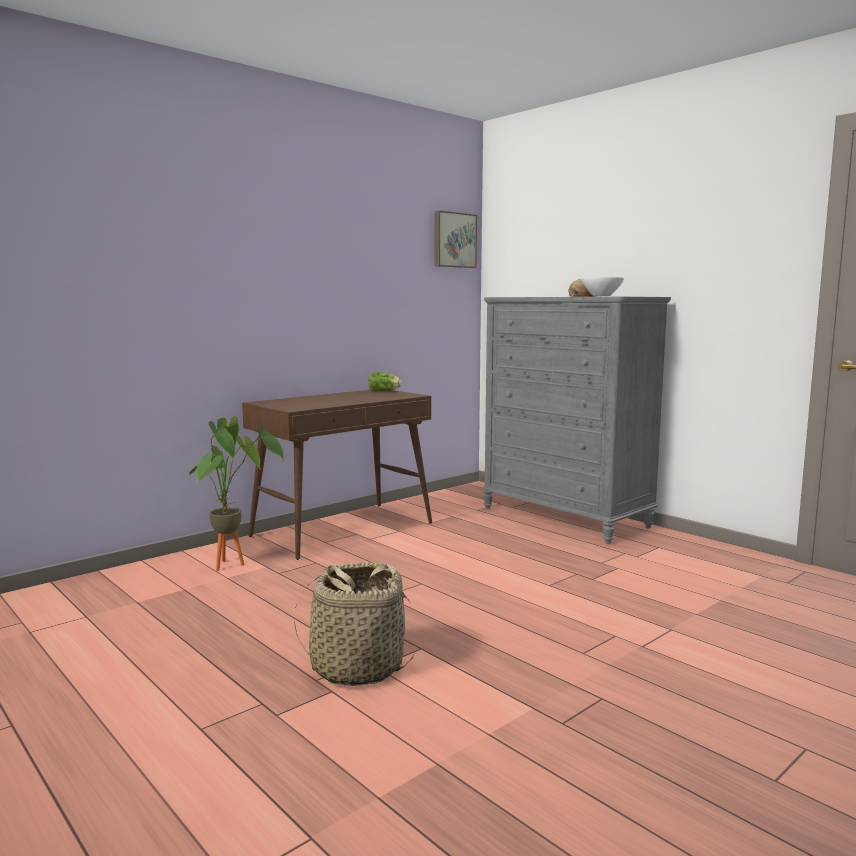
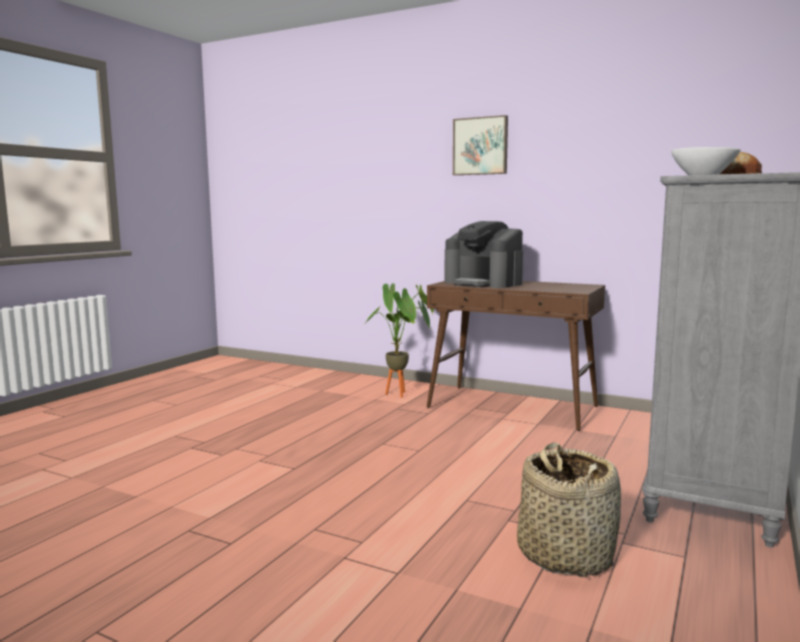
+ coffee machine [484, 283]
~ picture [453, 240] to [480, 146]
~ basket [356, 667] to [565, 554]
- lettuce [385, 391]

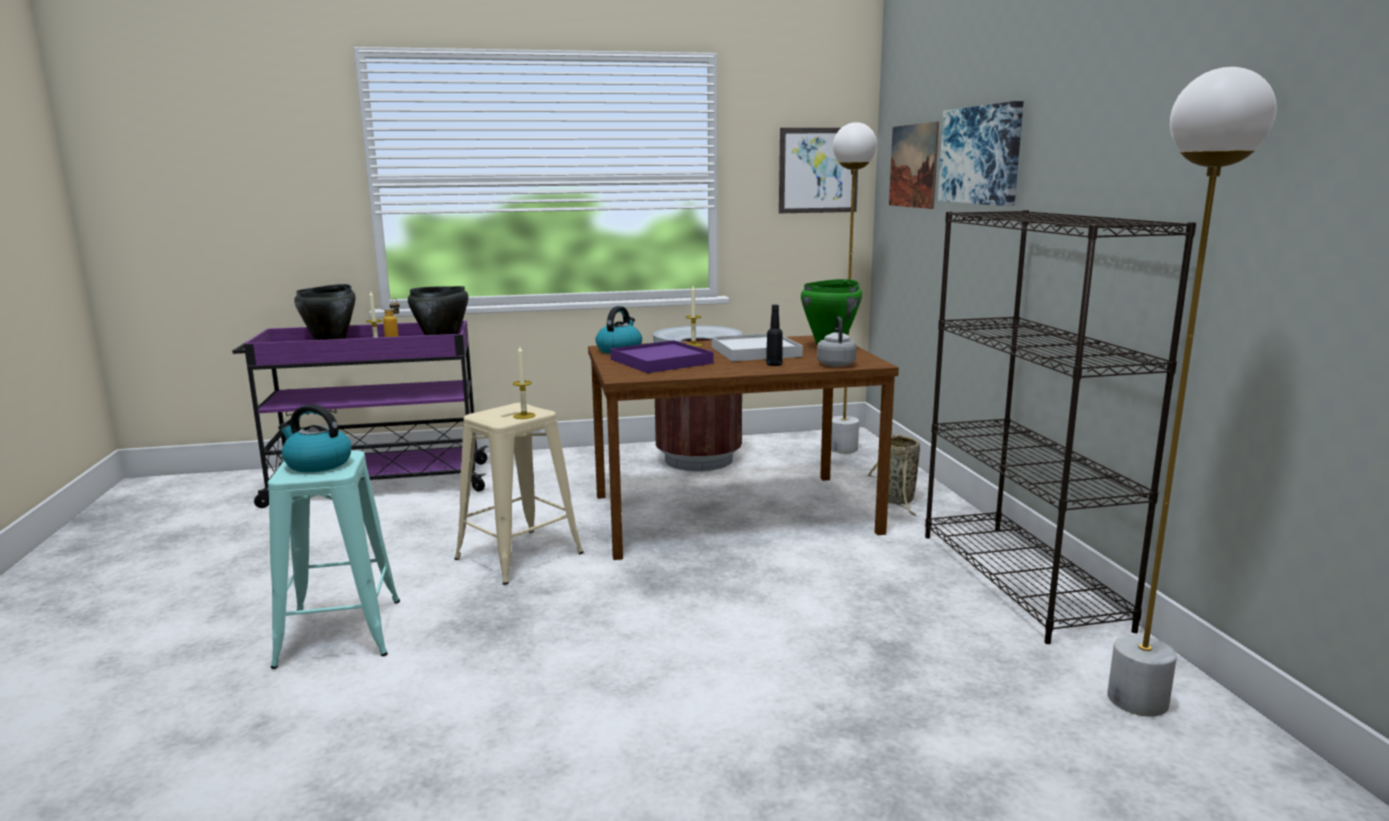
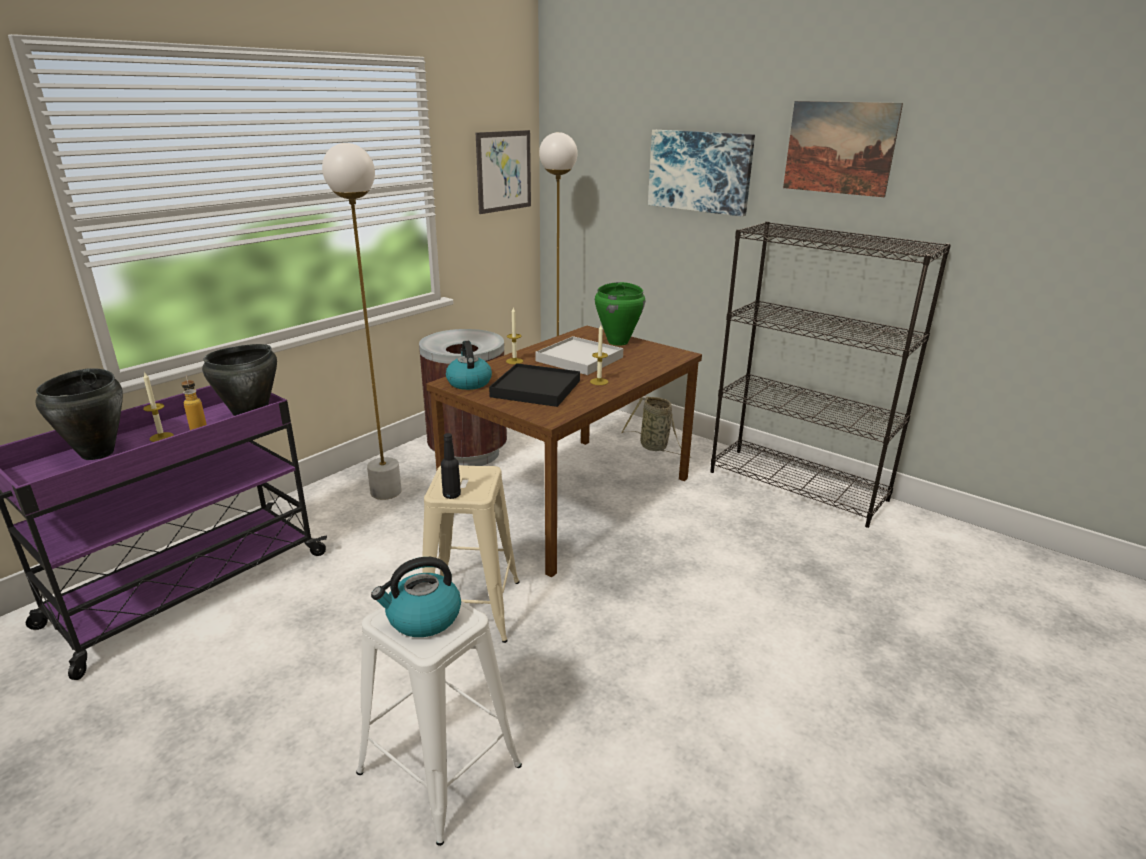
~ floor lamp/white [1137, 700] to [386, 492]
~ stool/turquoise [340, 632] to stool/white [439, 769]
~ bottle/black [774, 364] to [451, 495]
~ tray/purple [661, 361] to tray/black [536, 389]
~ candle [524, 416] to [599, 381]
~ picture [913, 166] to [839, 148]
- kettle/grey [836, 364]

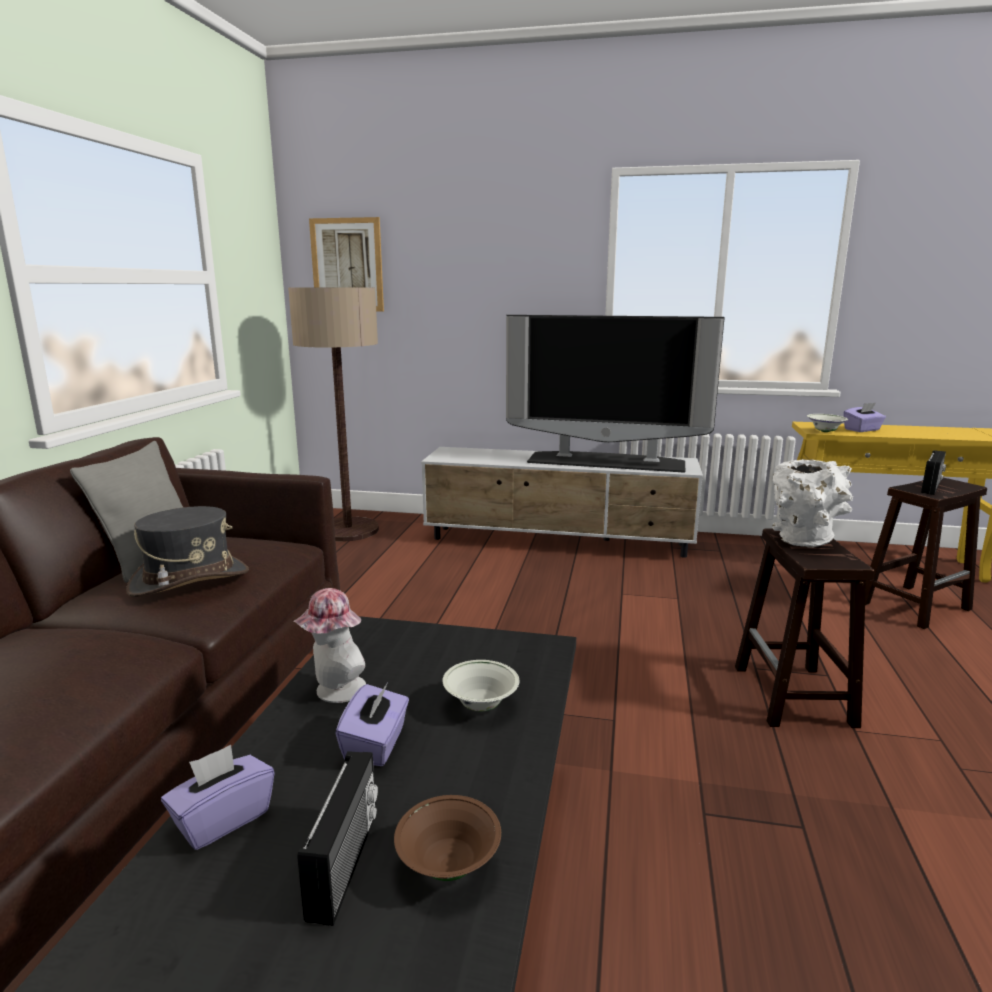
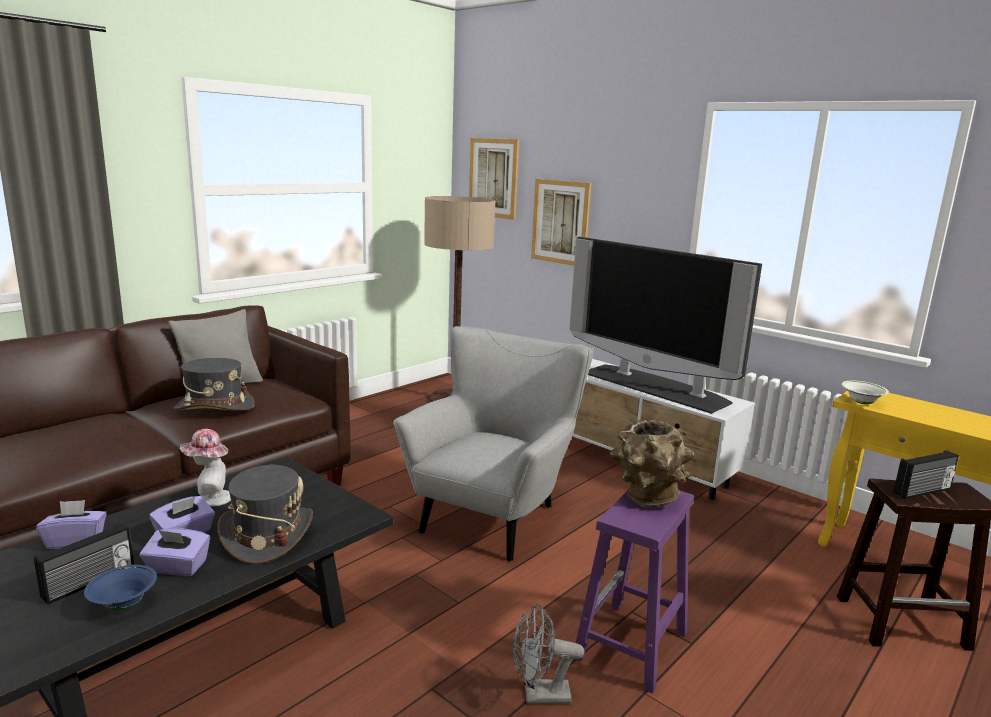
~ bowl/brown [449, 866] to bowl/blue [124, 604]
~ tissue box/purple [862, 430] to [177, 567]
~ bowl/white [480, 705] to hat/grey [267, 535]
+ armchair/grey [495, 515]
+ fan/grey [539, 695]
+ picture [560, 222]
~ stool/brown [794, 696] to stool/purple [631, 646]
~ vase/white [804, 542] to vase/brown [647, 500]

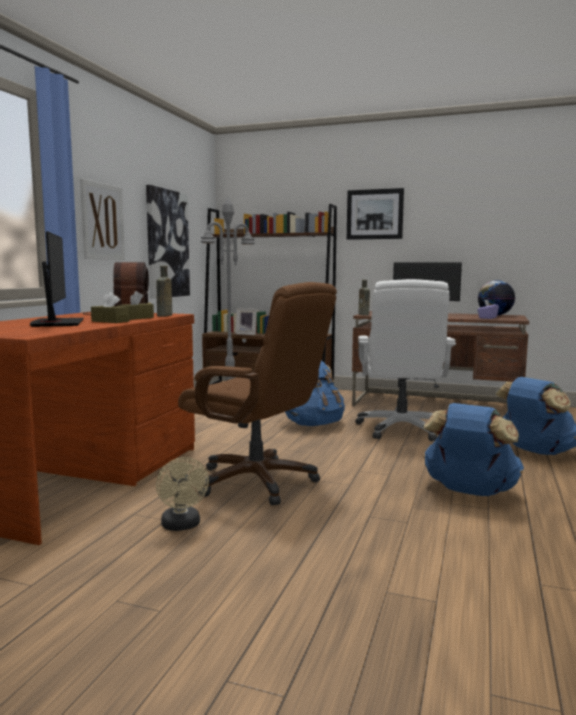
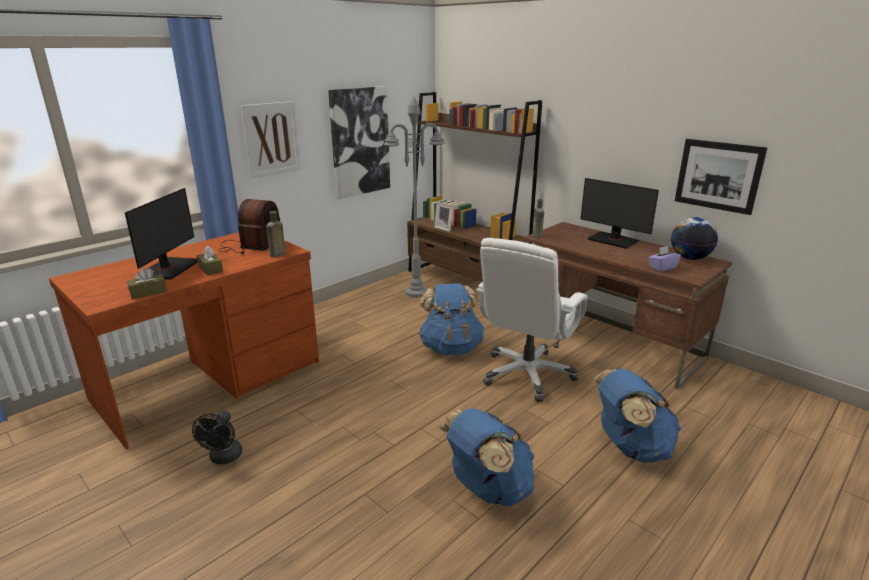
~ tissue box/brown [136, 318] to [148, 292]
~ fan/beige [182, 526] to fan/black [224, 458]
~ picture [374, 214] to [718, 175]
- office chair/brown [257, 481]

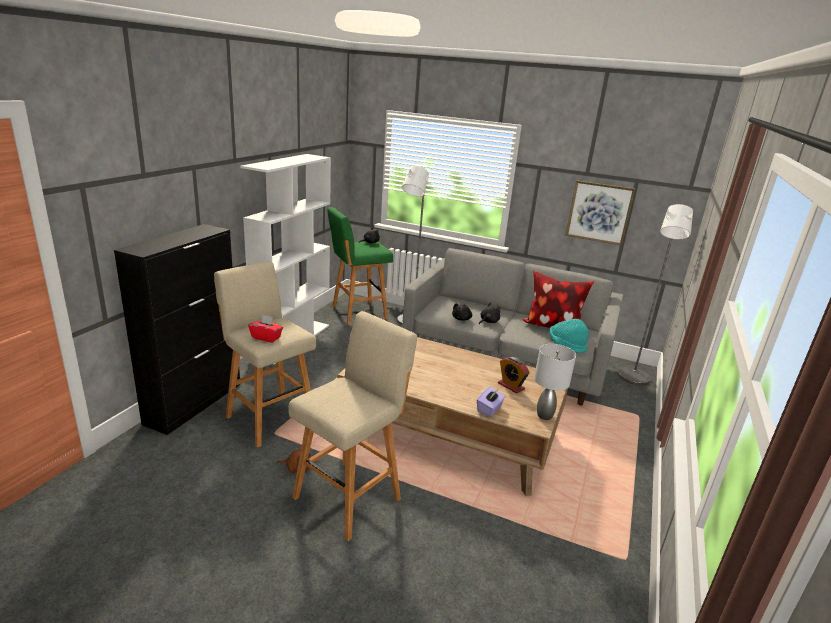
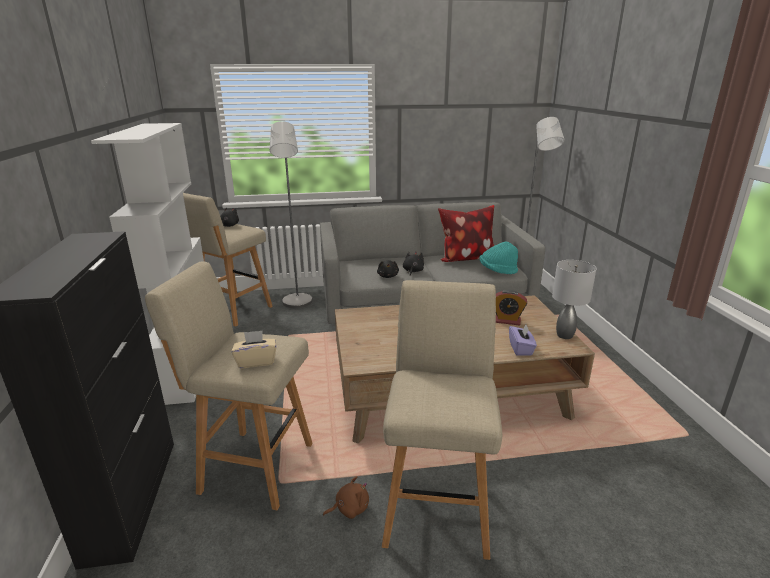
~ stool/green [357, 312] to stool/beige [233, 311]
~ tissue box/red [266, 337] to tissue box/beige [256, 361]
- picture [599, 212]

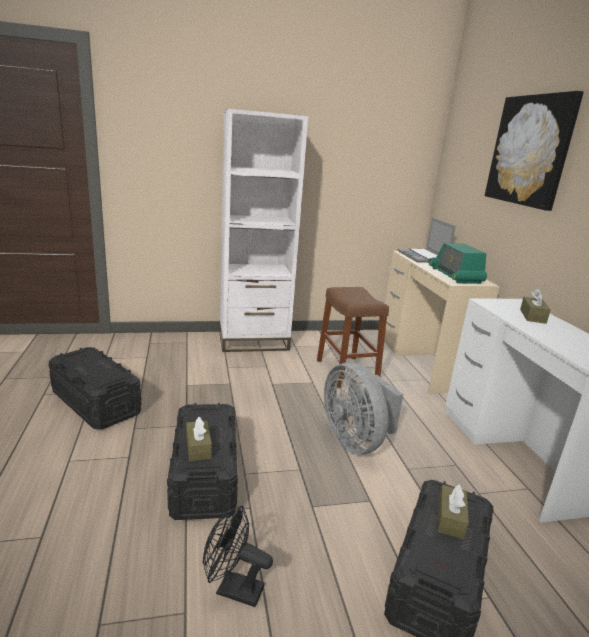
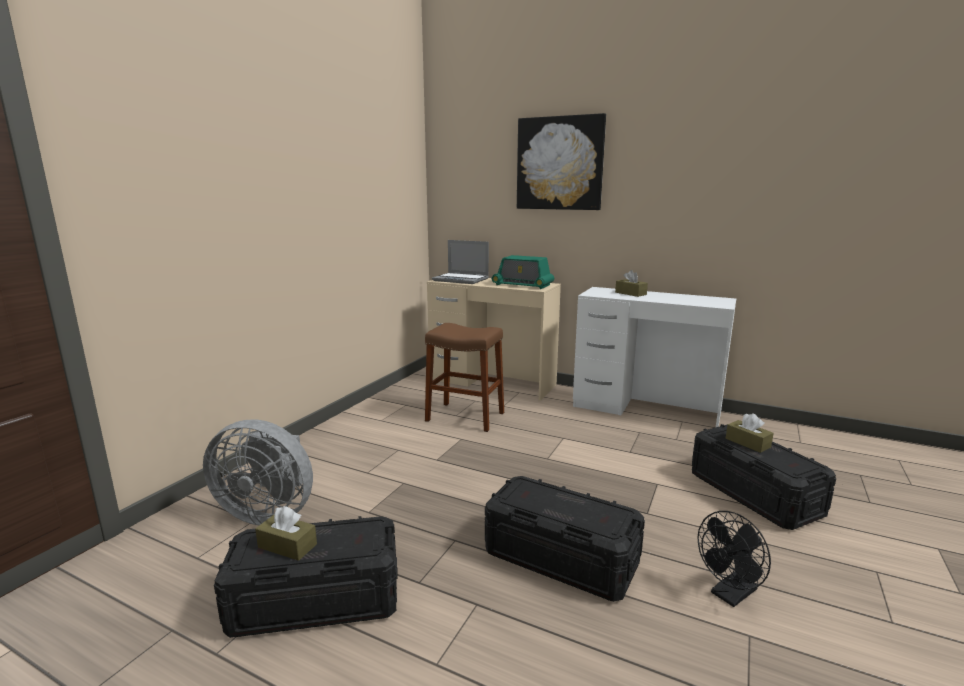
~ fan/grey [356, 441] to [269, 512]
~ tissue box/brown [198, 447] to [287, 546]
- bookcase/white [253, 341]

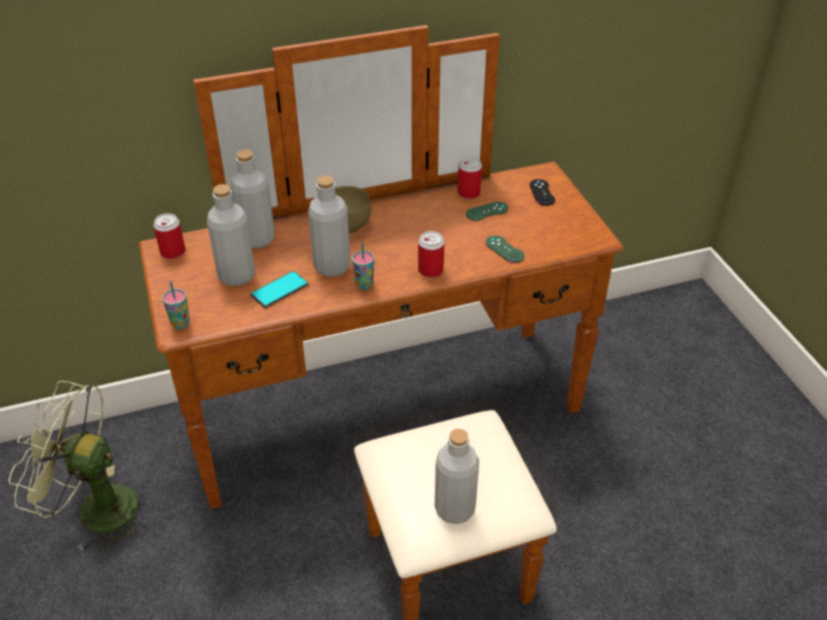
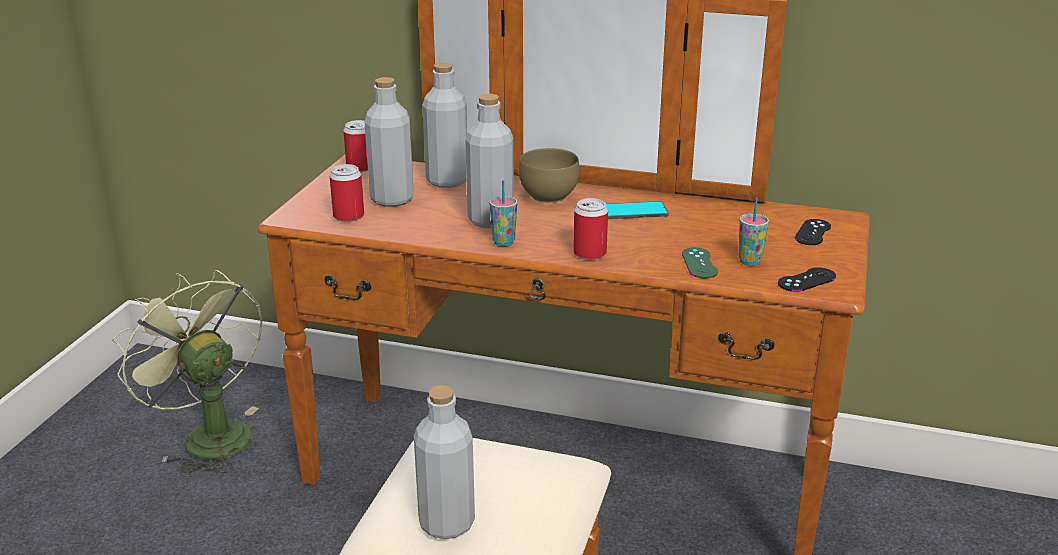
~ can [468, 193] to [348, 216]
~ phone [279, 290] to [634, 211]
~ cup [180, 324] to [749, 261]
+ game controller/black [806, 280]
- game controller/green [487, 211]

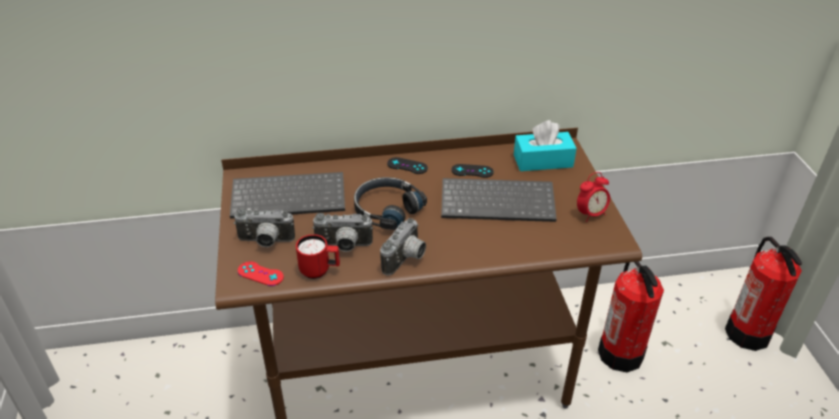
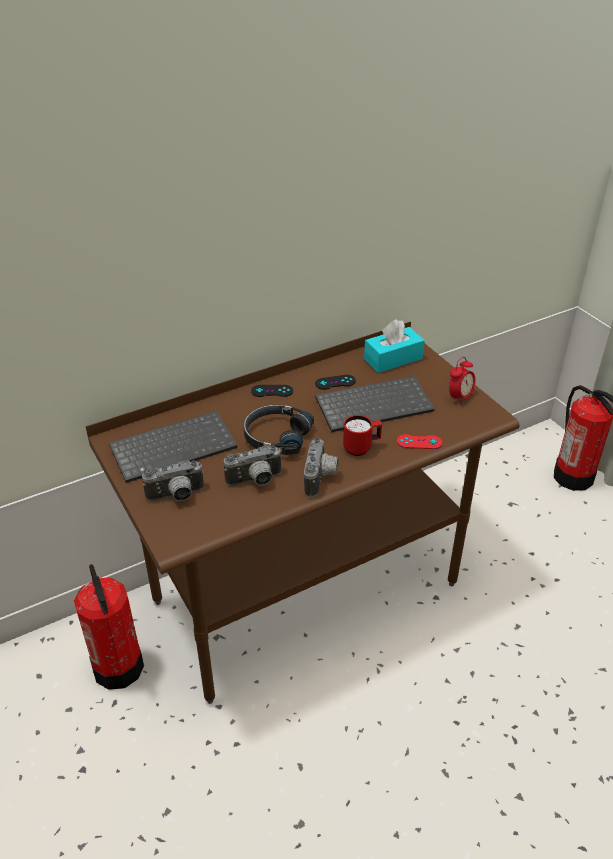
~ fire extinguisher [620, 353] to [118, 666]
~ mug/red [319, 271] to [361, 448]
~ game controller/red [260, 274] to [419, 442]

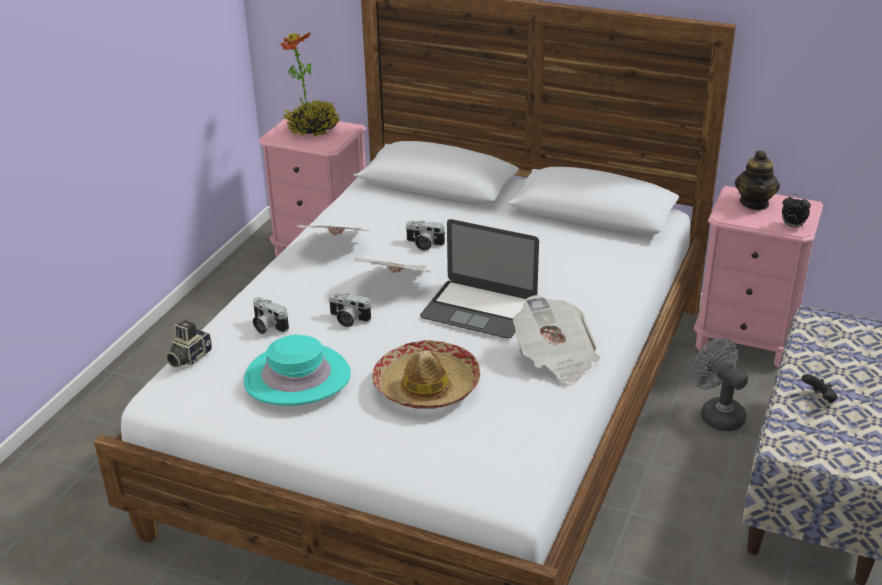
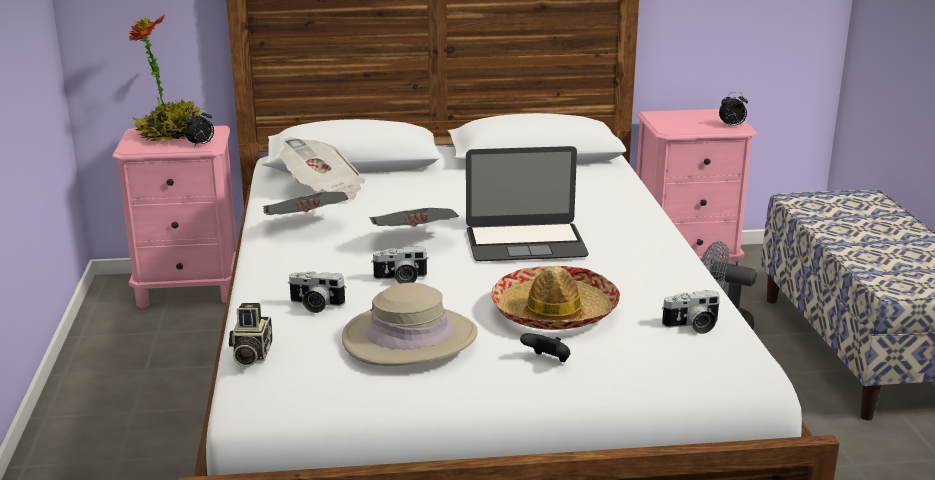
+ alarm clock [201, 145]
~ newspaper [555, 359] to [324, 190]
~ hat/turquoise [297, 377] to hat/beige [410, 338]
~ game controller/black [819, 398] to [547, 361]
~ photo camera [424, 244] to [692, 326]
- teapot [754, 203]

